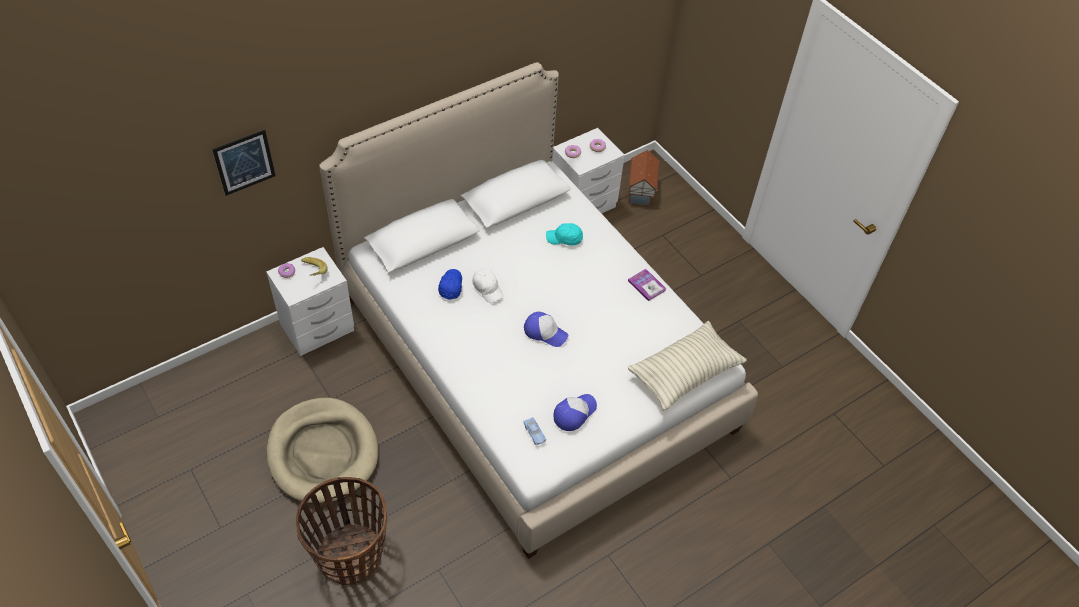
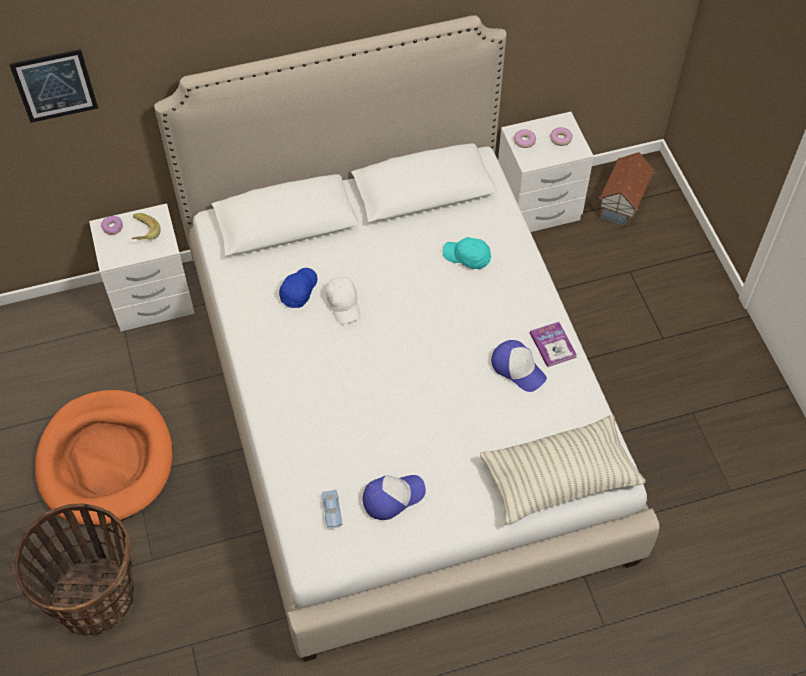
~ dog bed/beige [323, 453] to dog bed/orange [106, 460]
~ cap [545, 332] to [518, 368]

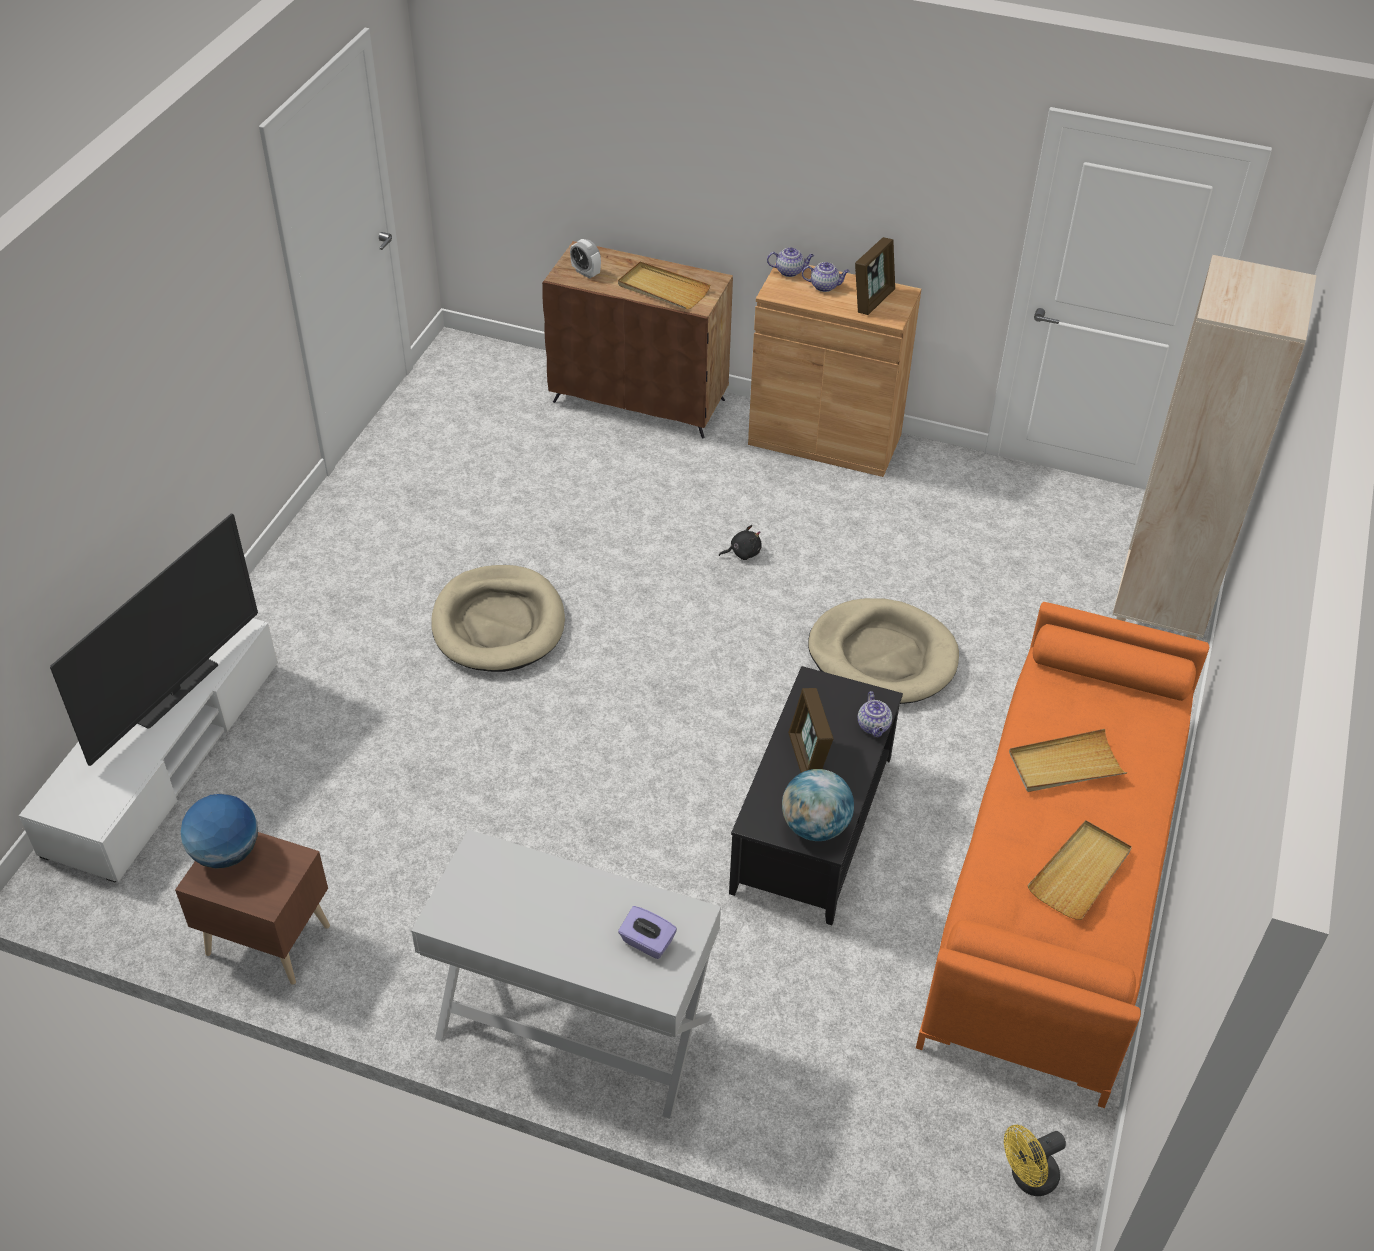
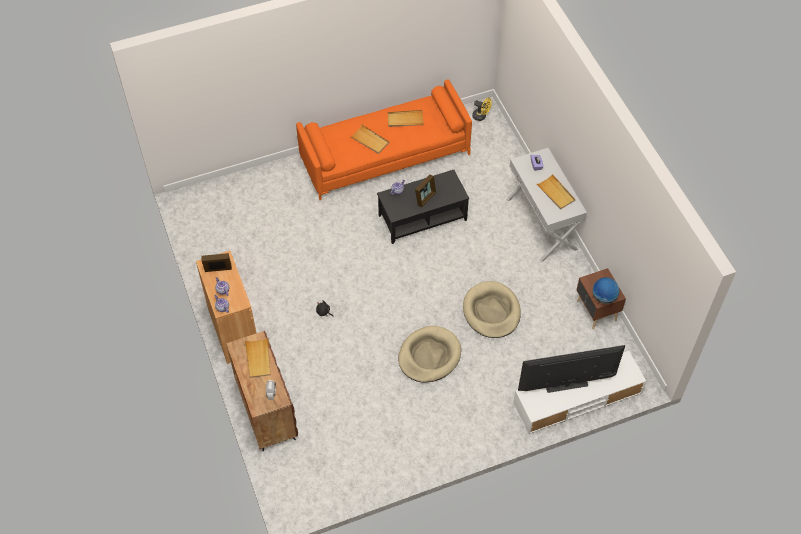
~ dog bed/beige [882, 656] to [491, 311]
+ tray/beige [555, 193]
- globe [815, 826]
- bookcase/beige [1158, 615]

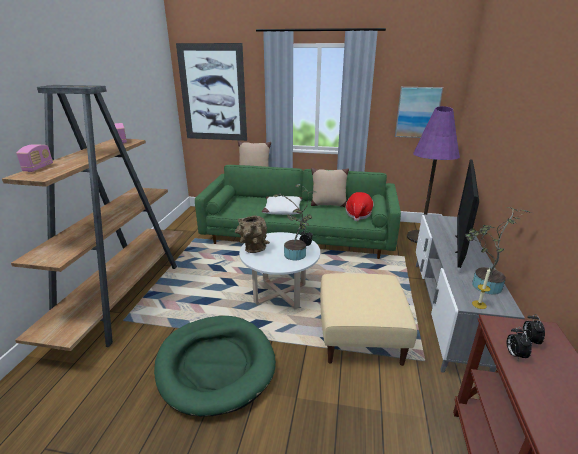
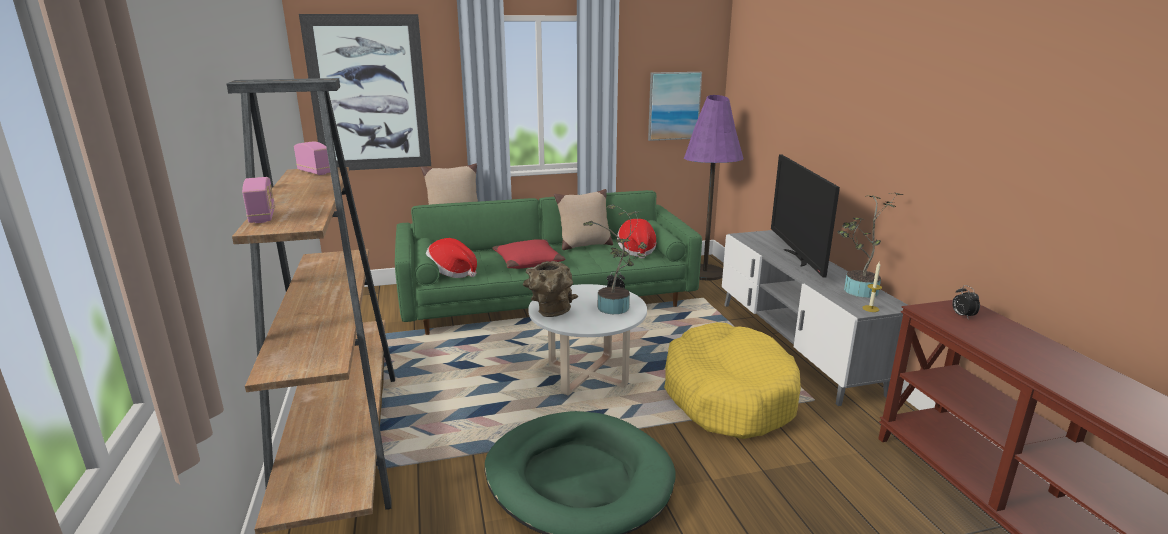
+ hat [452, 273]
~ pillow/white [282, 210] to pillow/red [528, 262]
~ ottoman/beige [361, 336] to dog bed/yellow [728, 395]
- alarm clock [514, 354]

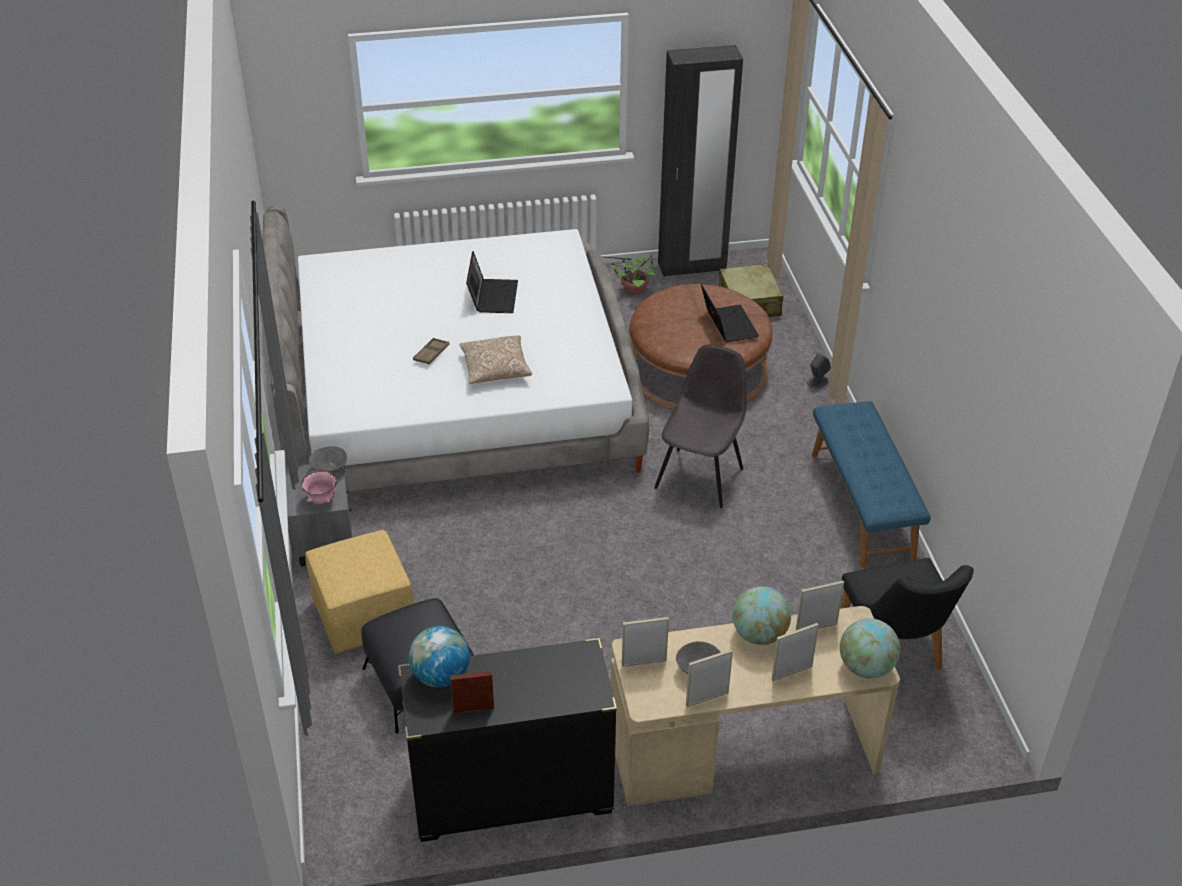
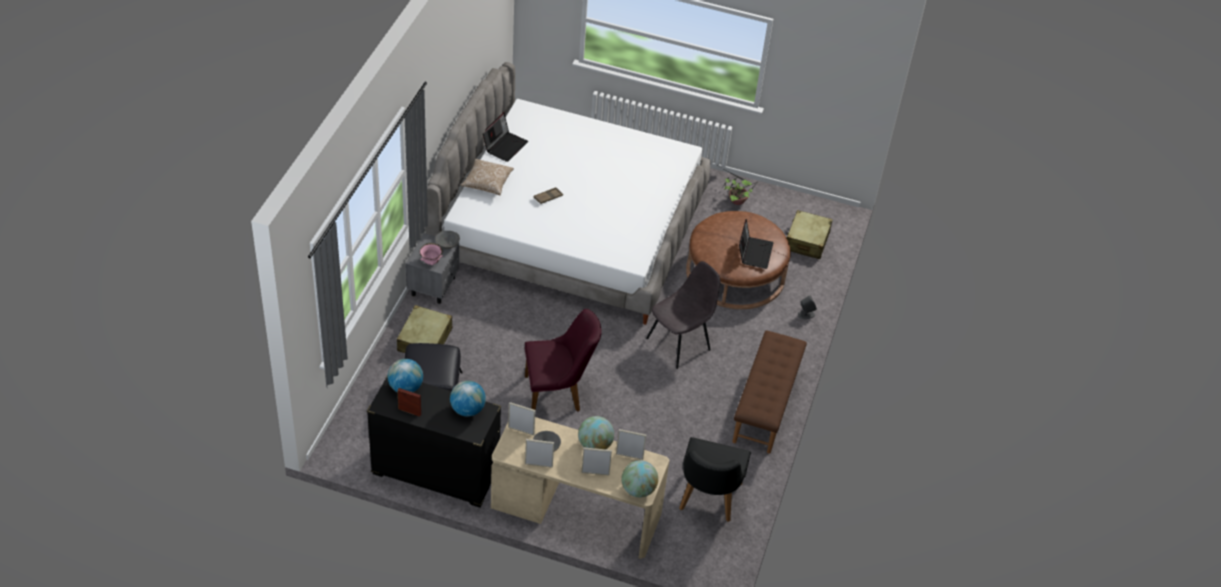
~ ottoman/yellow [362, 617] to suitcase/beige [425, 340]
+ globe [467, 410]
~ pillow [495, 369] to [487, 183]
~ laptop [492, 296] to [505, 146]
+ chair/purple [558, 394]
~ bench/blue [863, 505] to bench/brown [766, 405]
- wardrobe/black [692, 266]

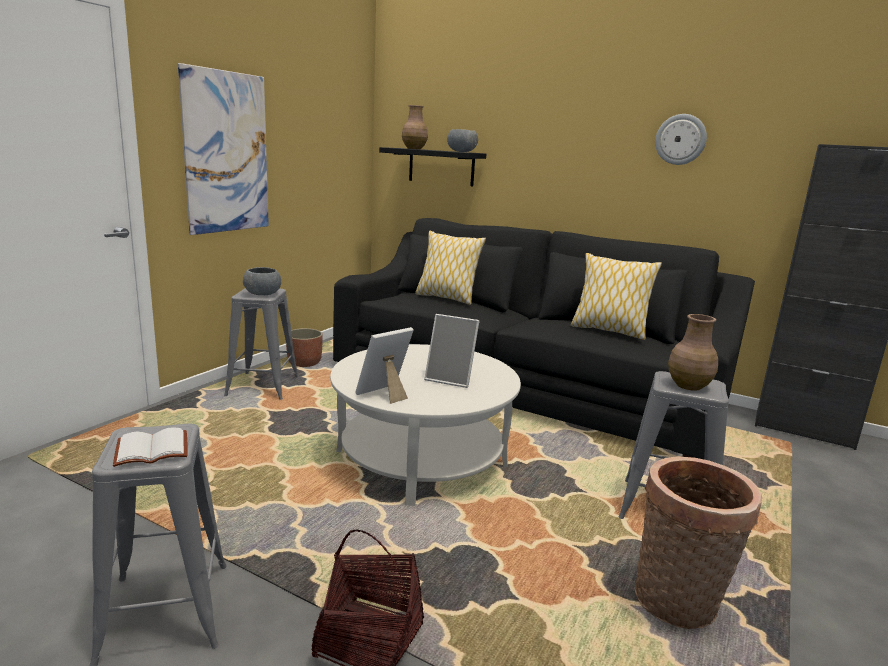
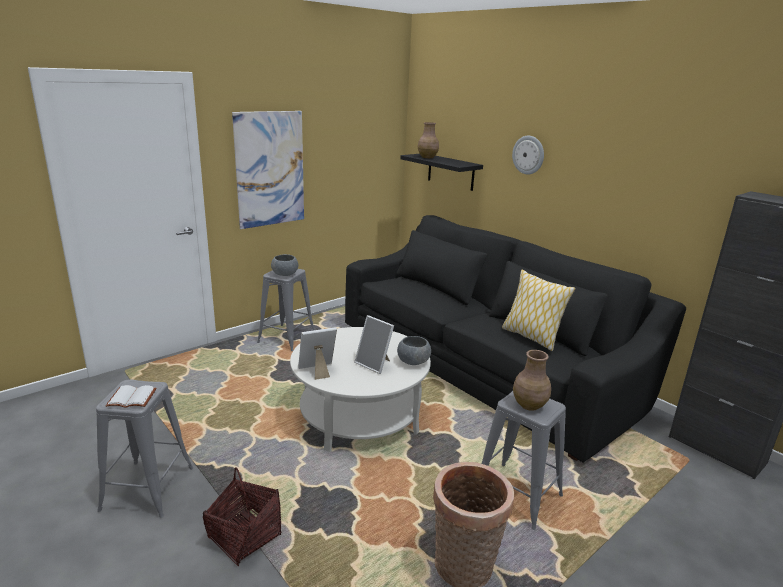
~ bowl/grey [461, 151] to [413, 361]
~ wall clock [680, 139] to [528, 155]
- planter [304, 363]
- pillow [446, 298]

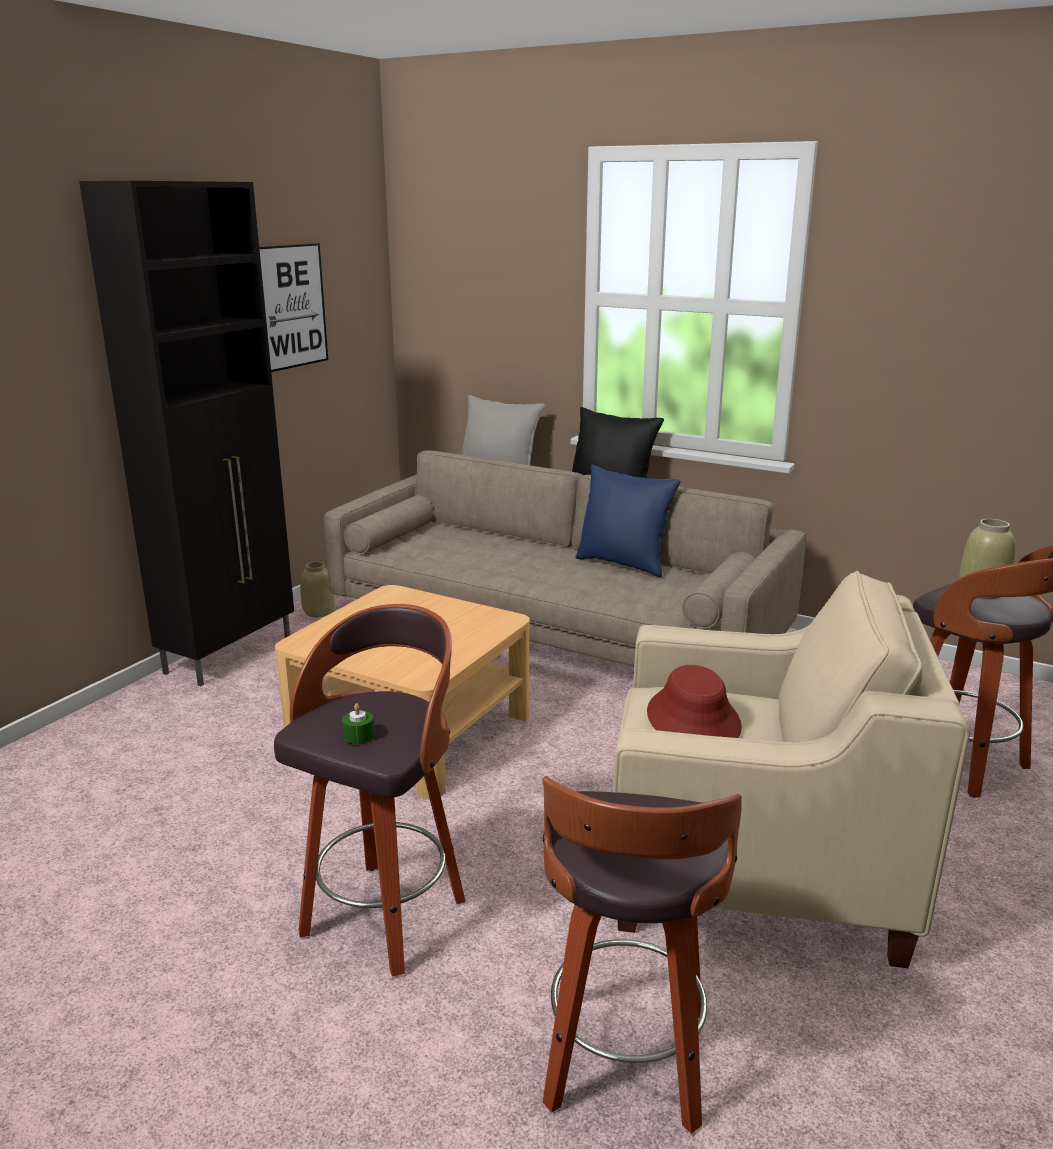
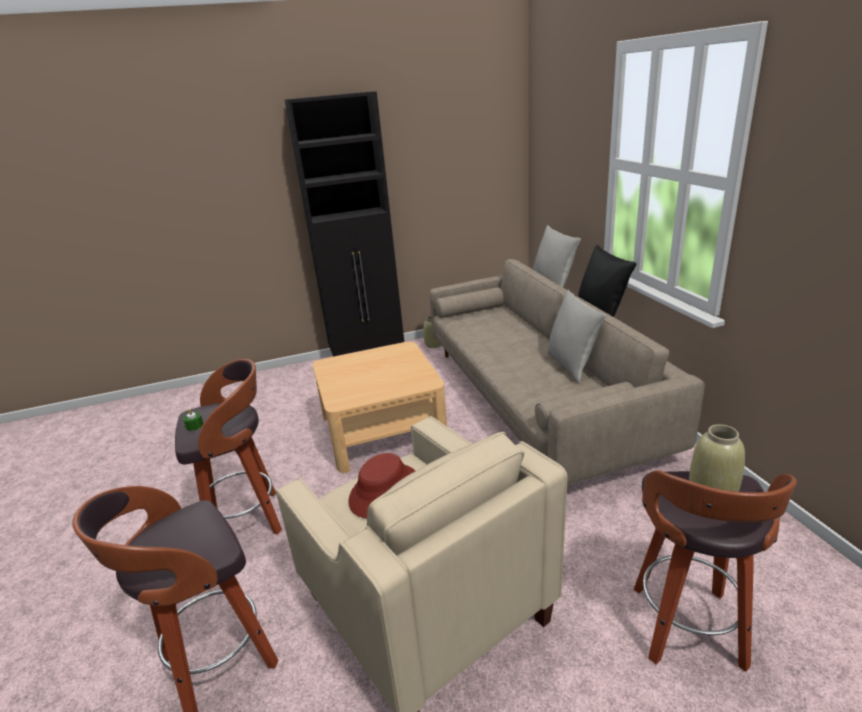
~ pillow/blue [623, 563] to pillow/grey [571, 365]
- picture [292, 306]

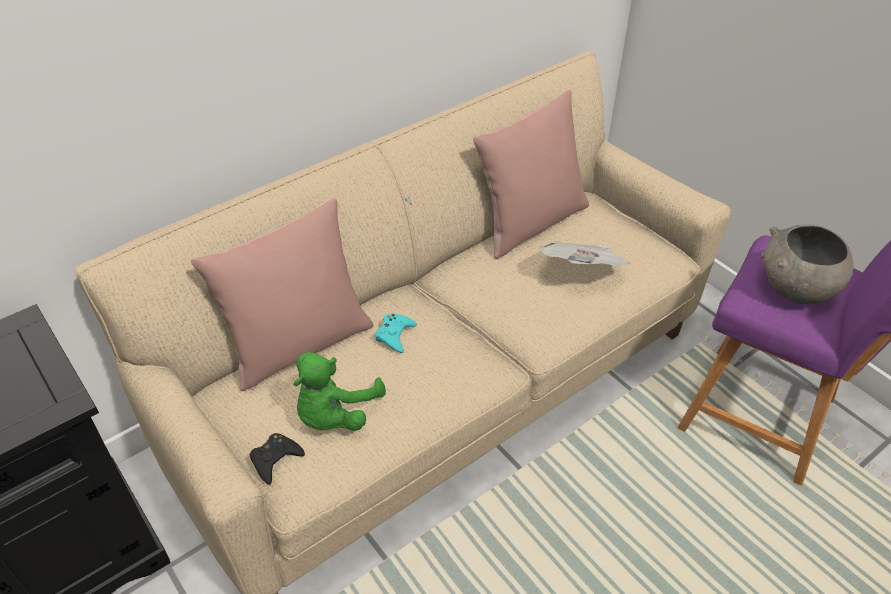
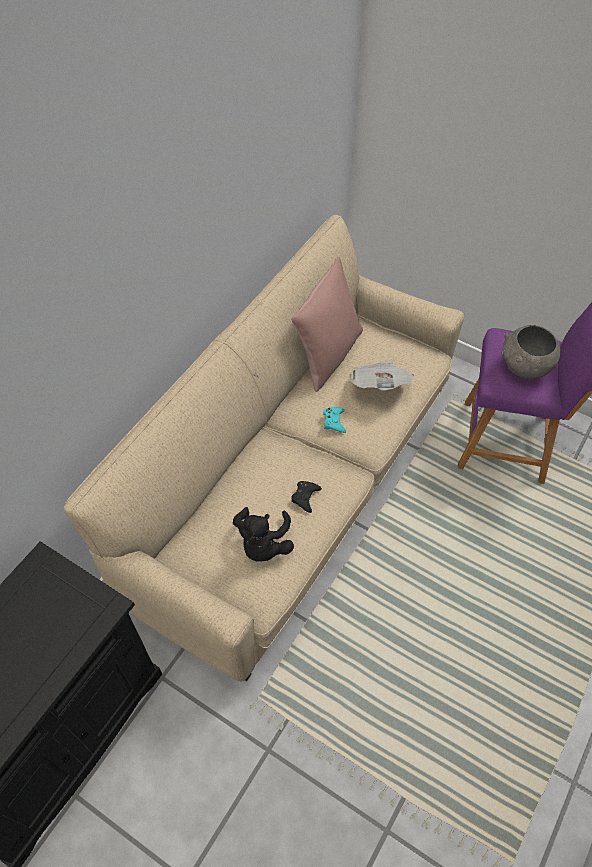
~ plush toy/green [335, 414] to plush toy/black [263, 544]
~ game controller/black [275, 460] to [305, 497]
~ game controller/turquoise [395, 335] to [334, 421]
- pillow/pink [299, 345]

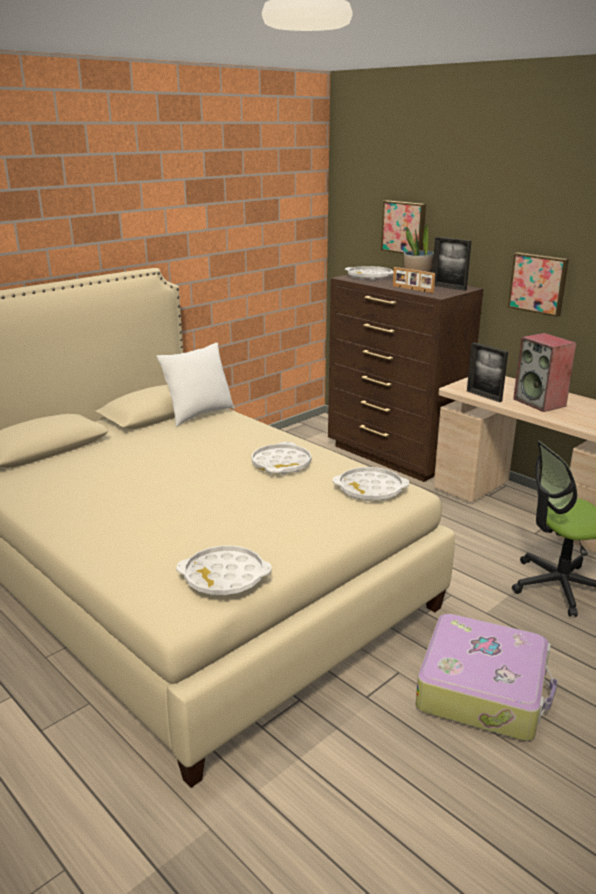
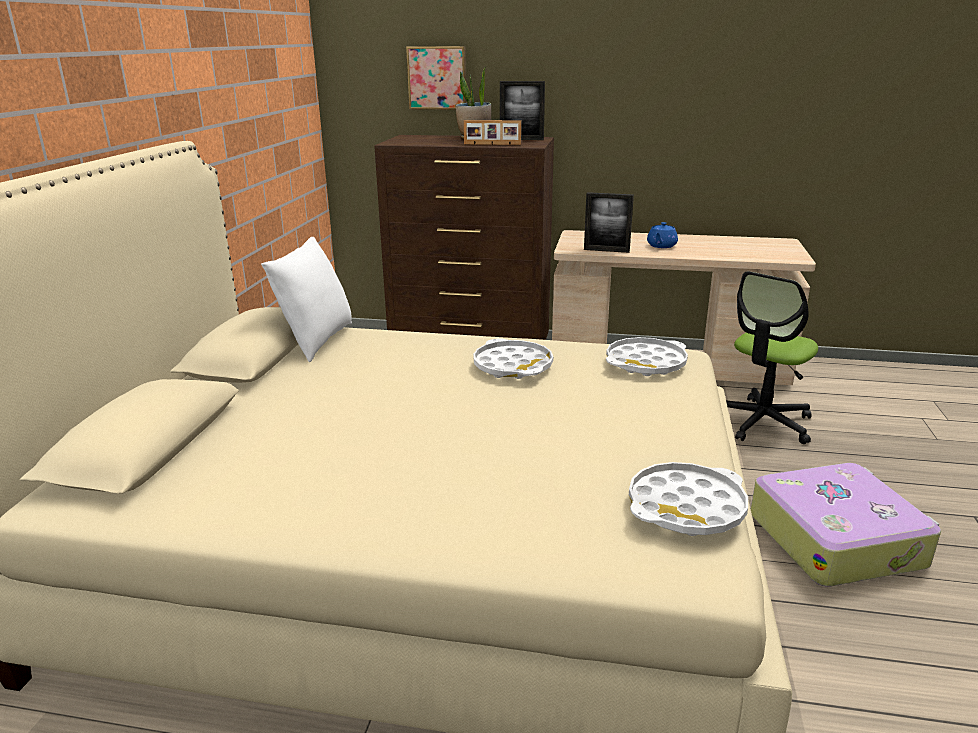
~ speaker [540, 402] to teapot/blue [661, 246]
- tray/white [369, 277]
- picture [538, 283]

